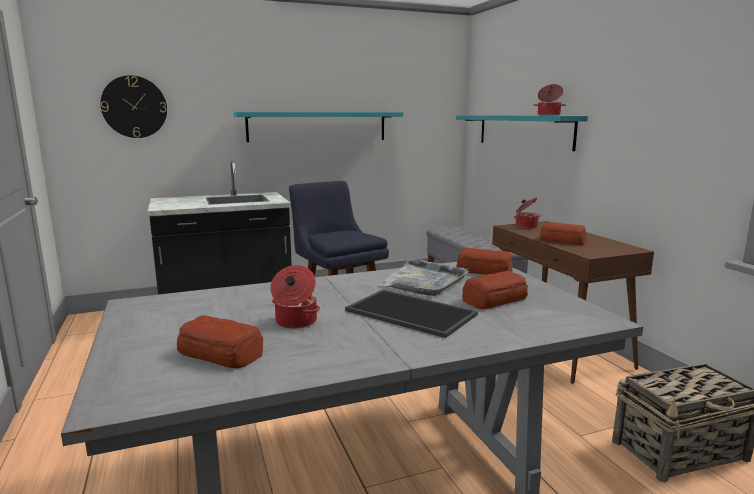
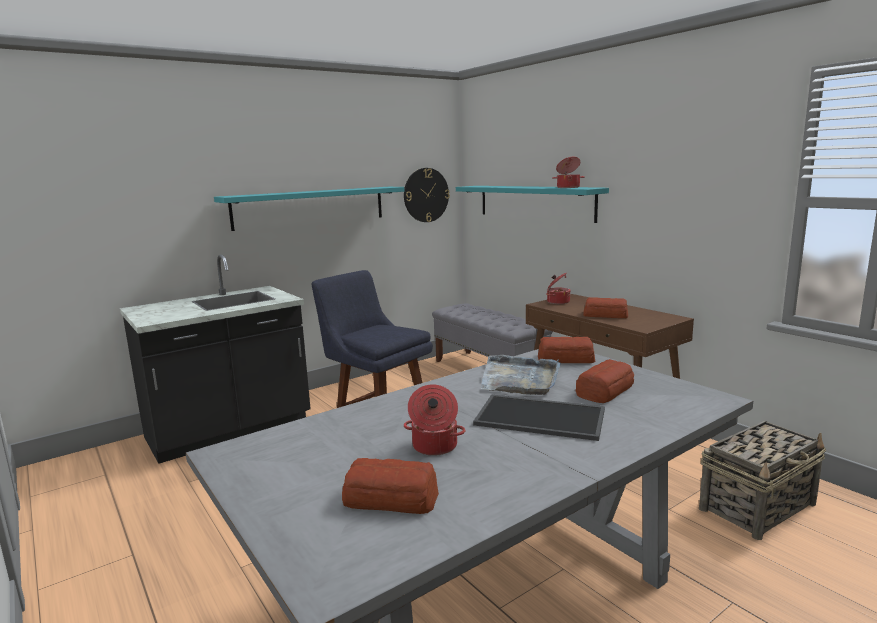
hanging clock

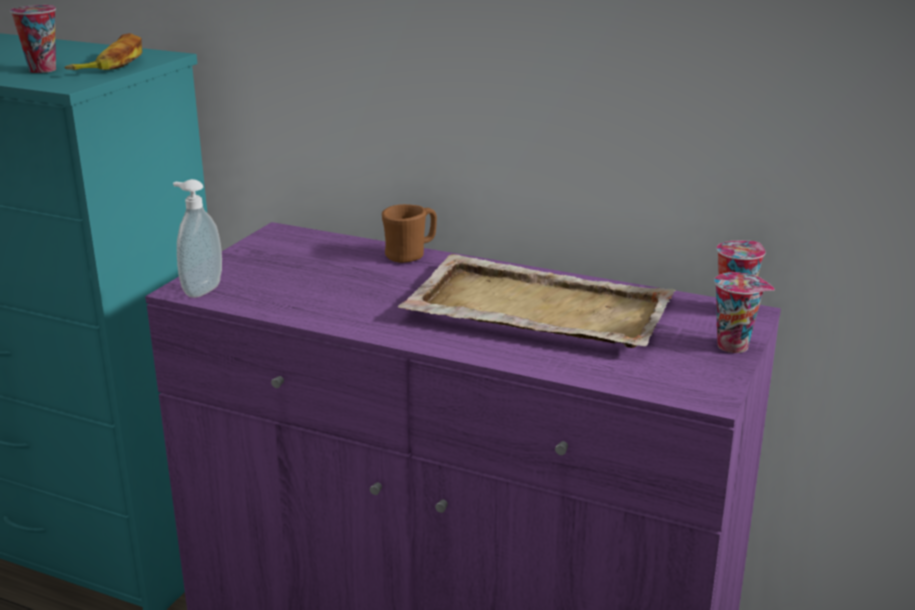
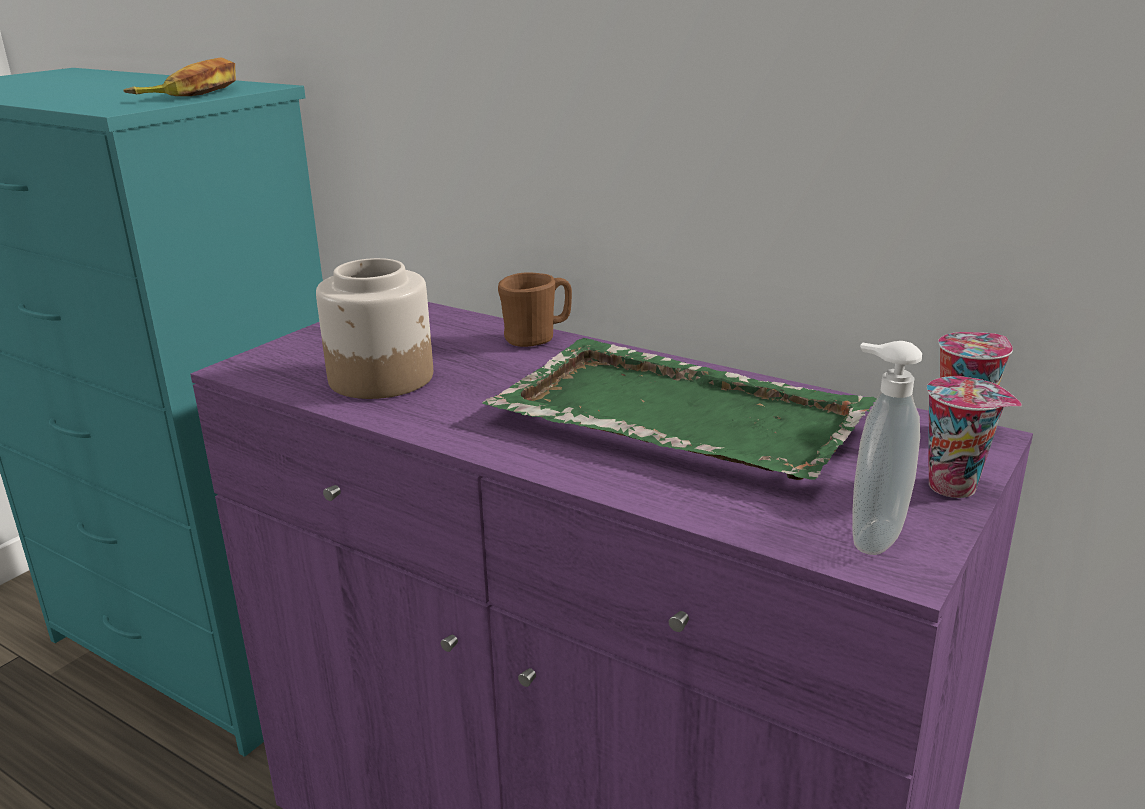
cup (1st from left in the first image); soap bottle; greenish serving tray; preserve jar

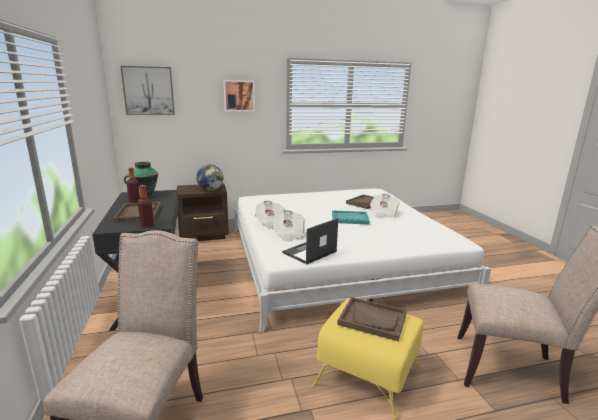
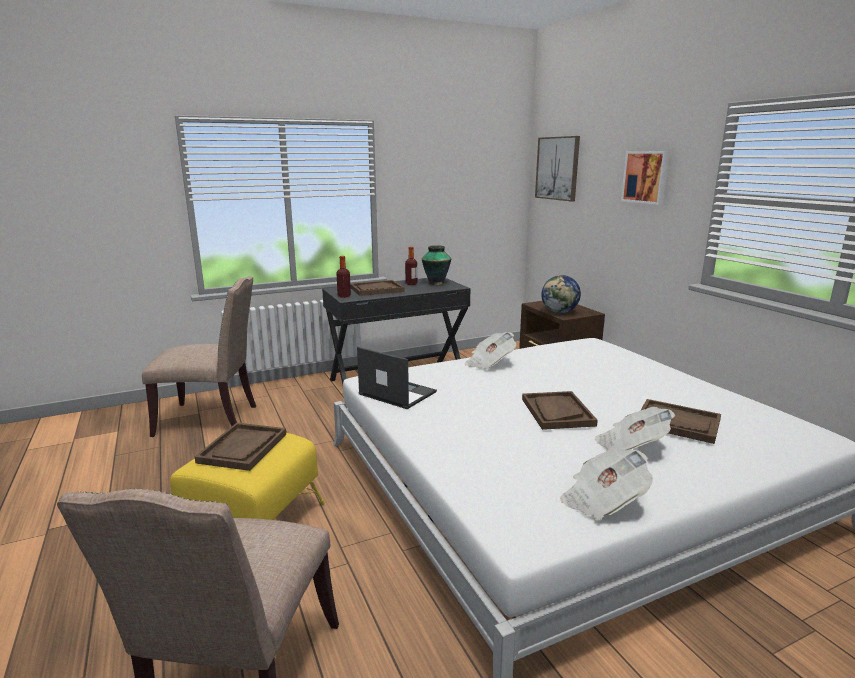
newspaper (2nd from left); brown serving tray (3rd from left)

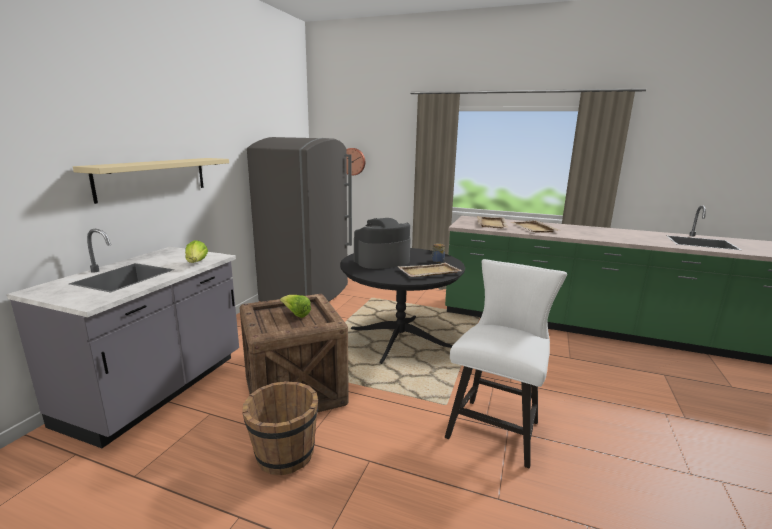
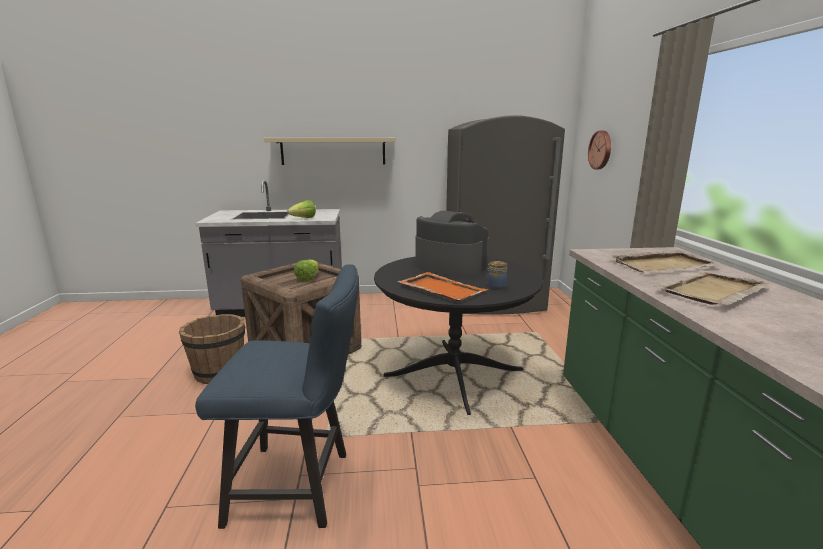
blue-coloured plain chair; orange-coloured serving tray

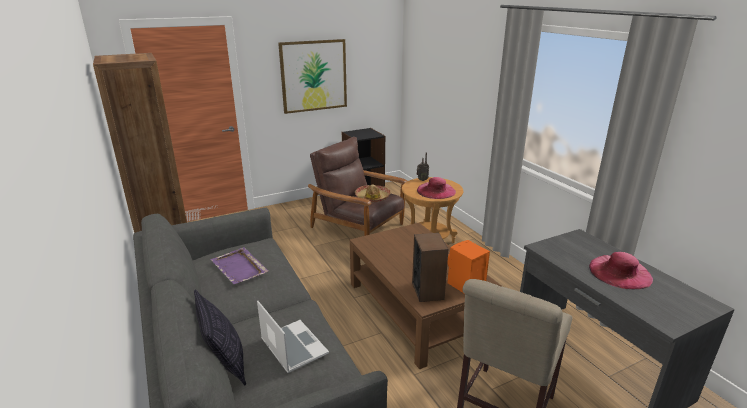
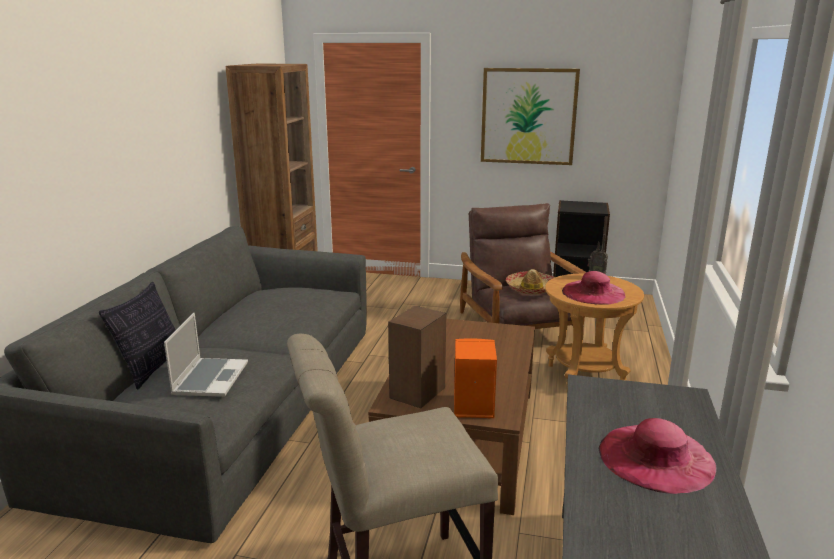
purple serving tray

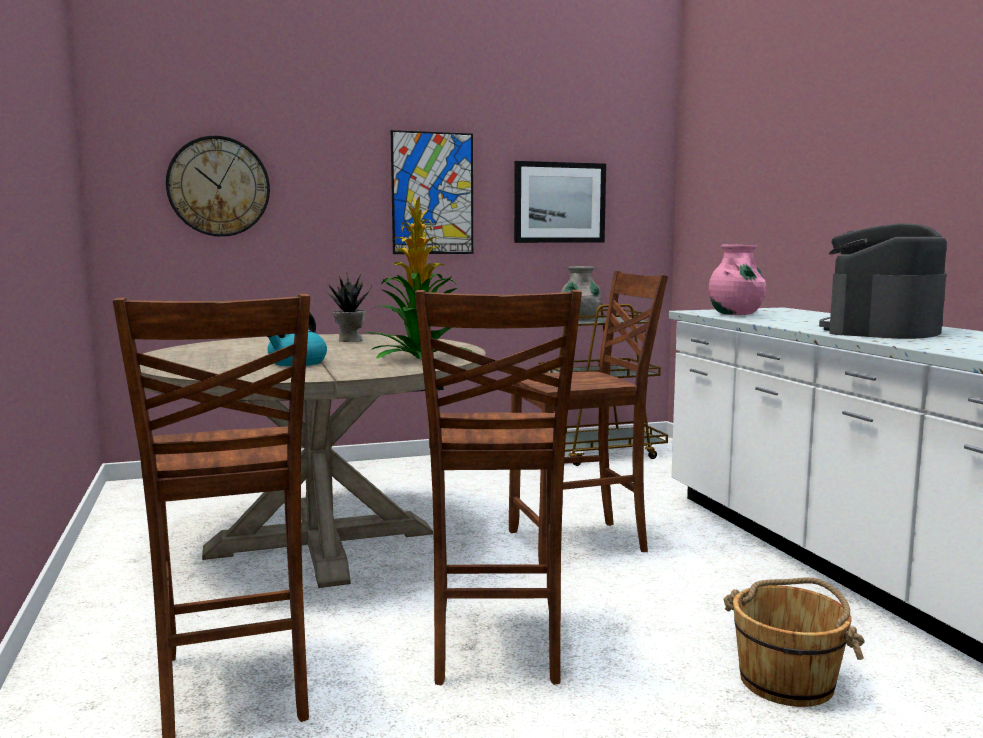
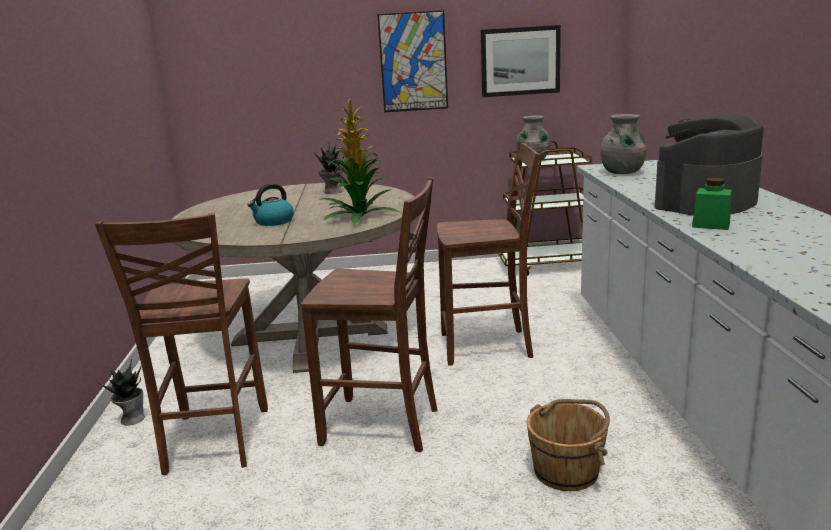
hanging clock; gray flower vase (2nd from left); brown plain chair (2nd from left); greenish preserve jar; potted plant (1st from left)

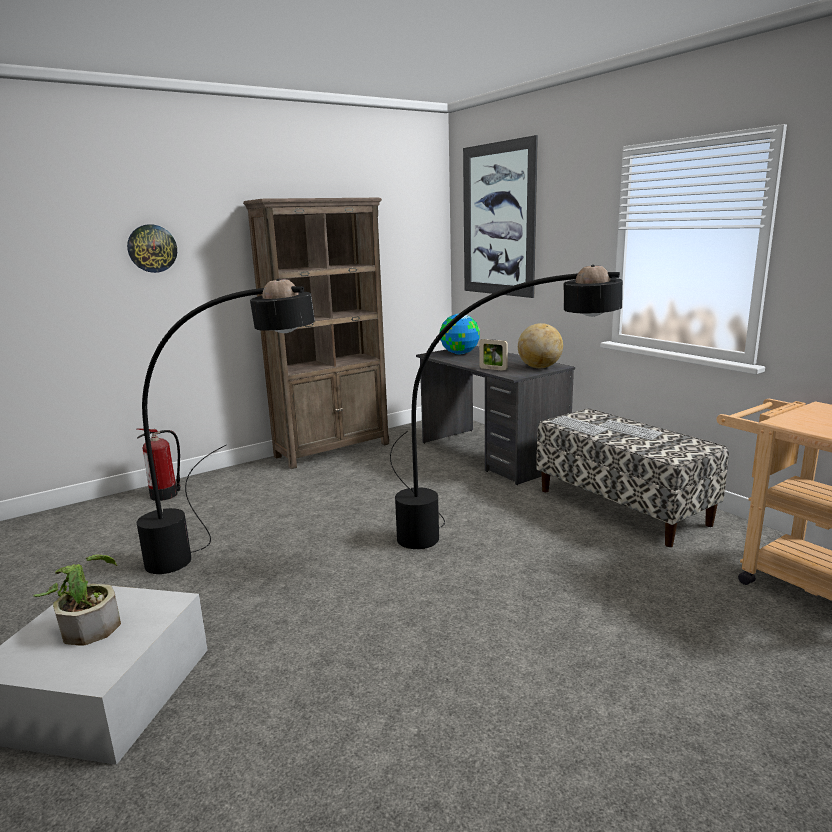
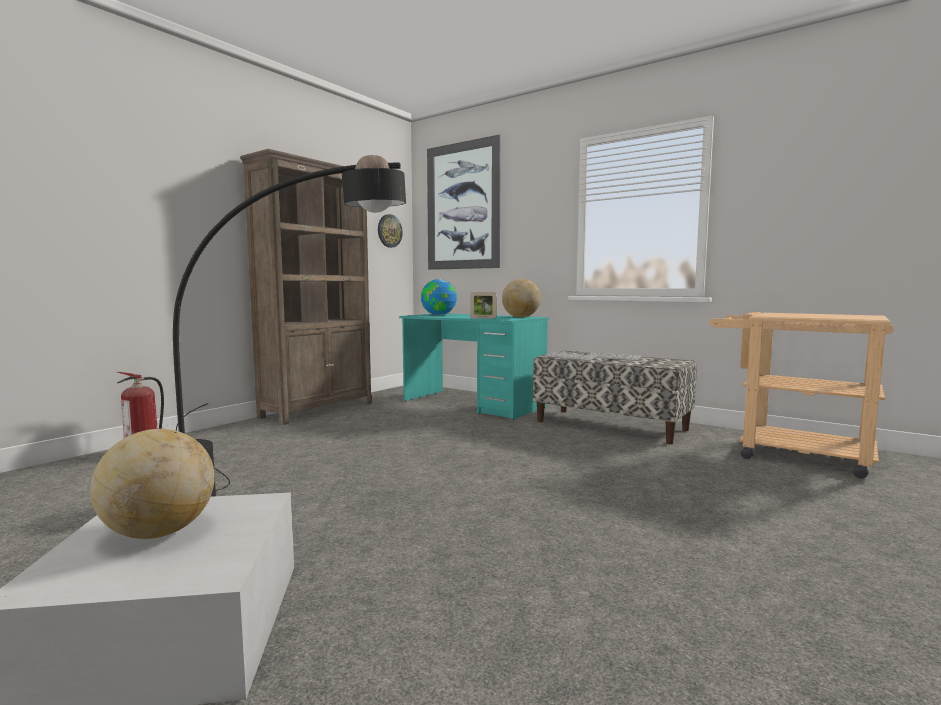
hanging clock; black-coloured floor lamp (2nd from left in the first image); turquoise desk unit; desk globe (1st from left)

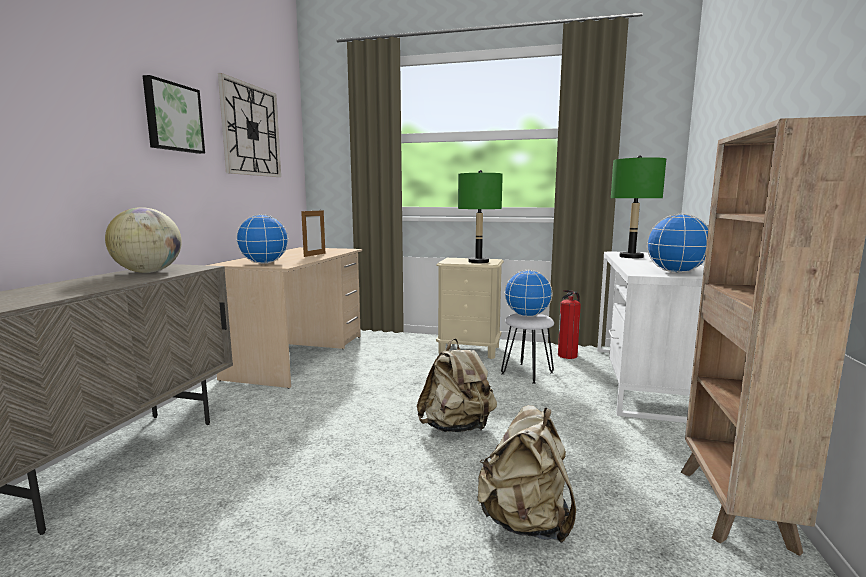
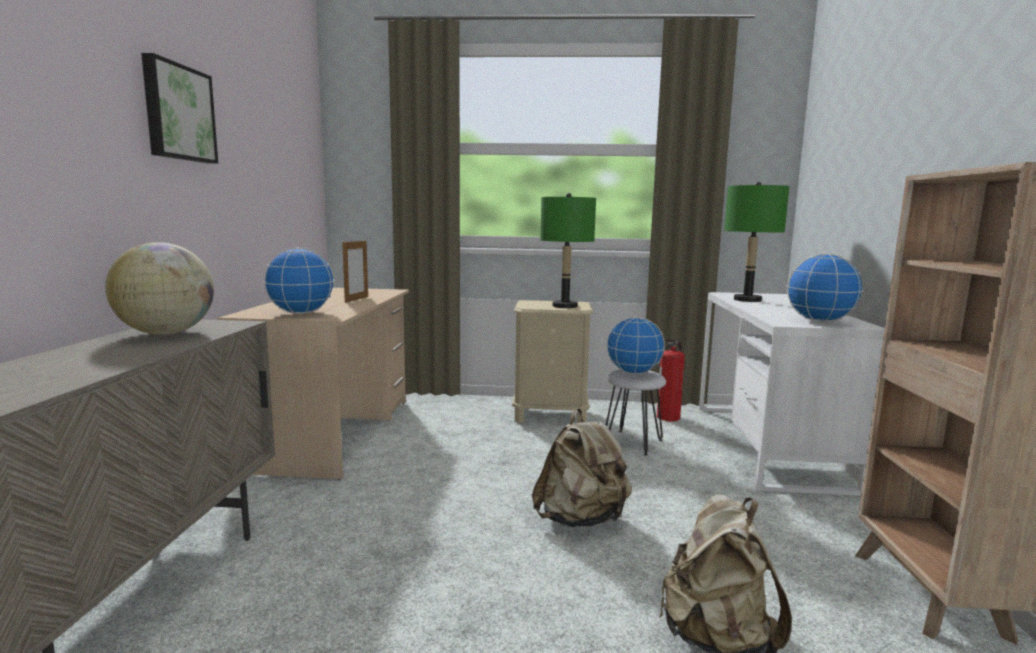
hanging clock

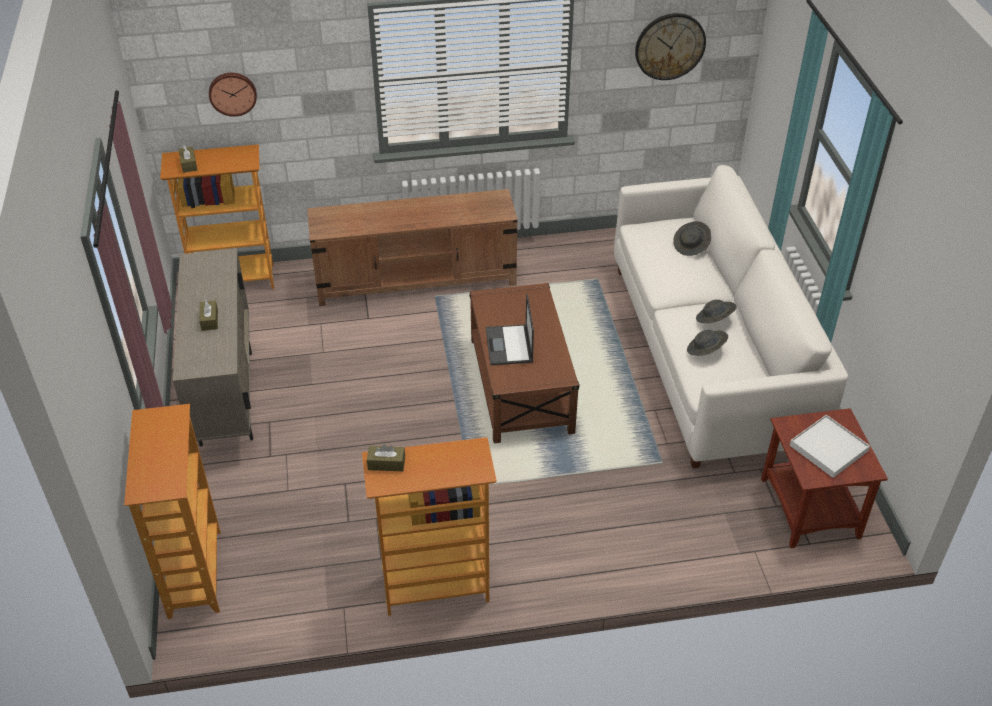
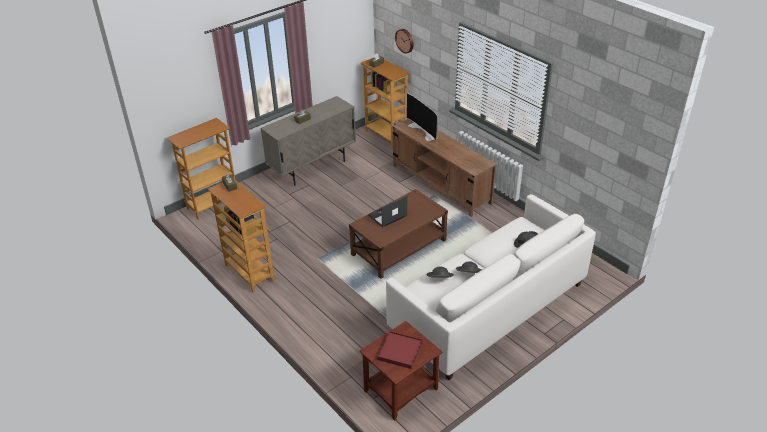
hanging clock (2nd from left in the first image); red-coloured serving tray; TV

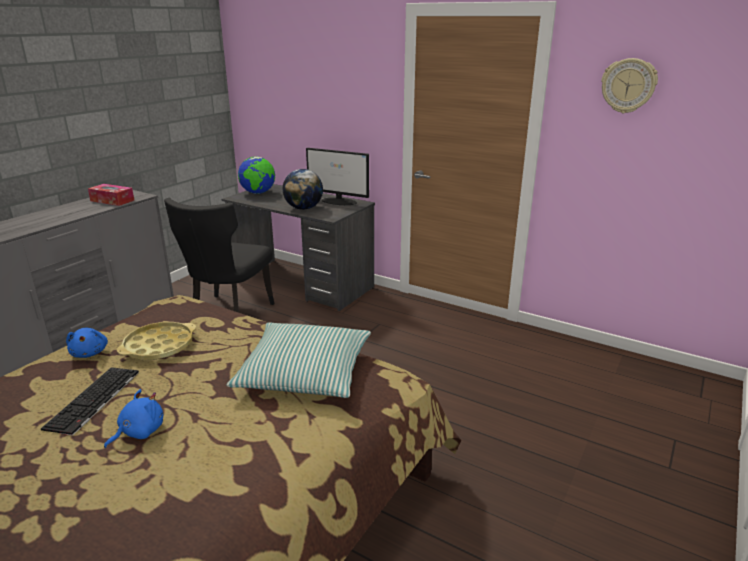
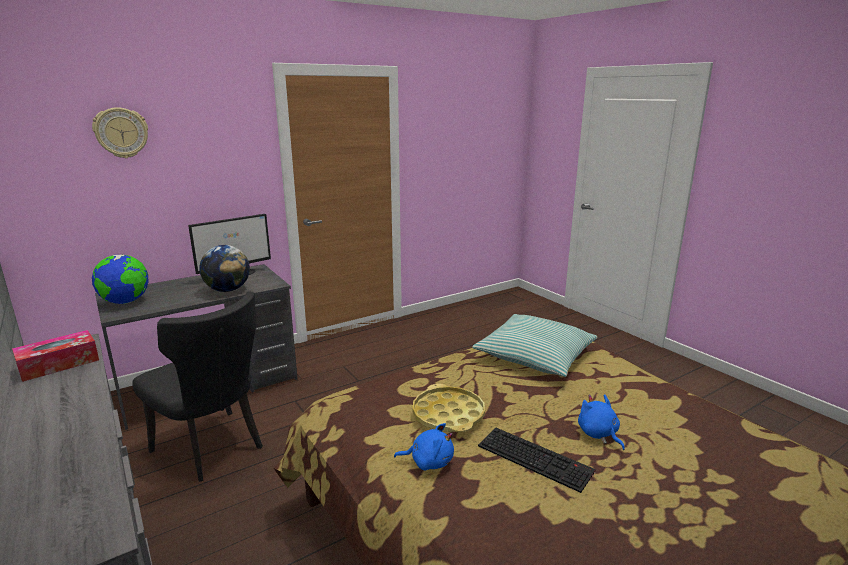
hanging clock

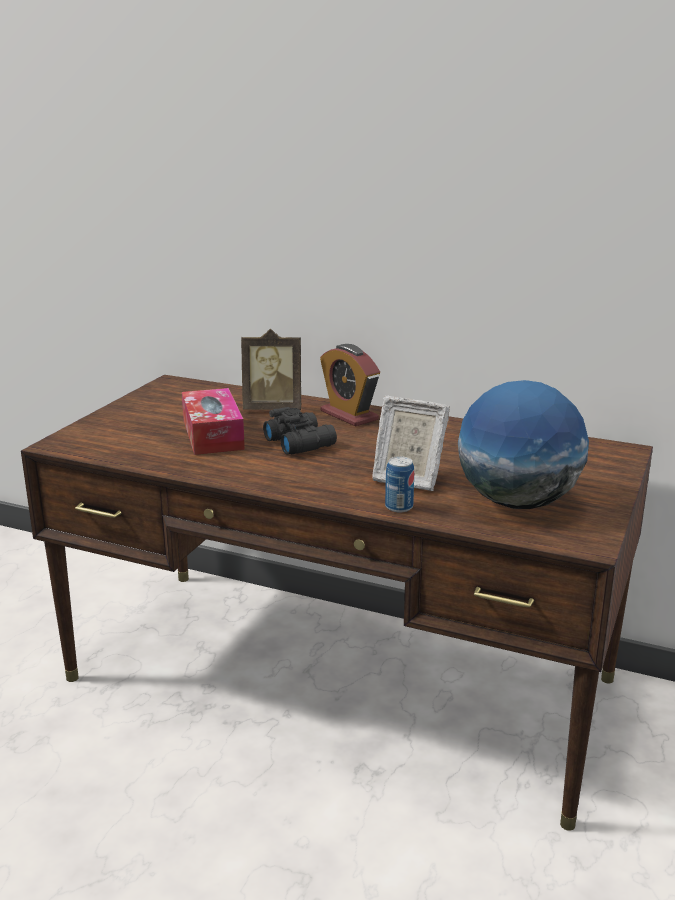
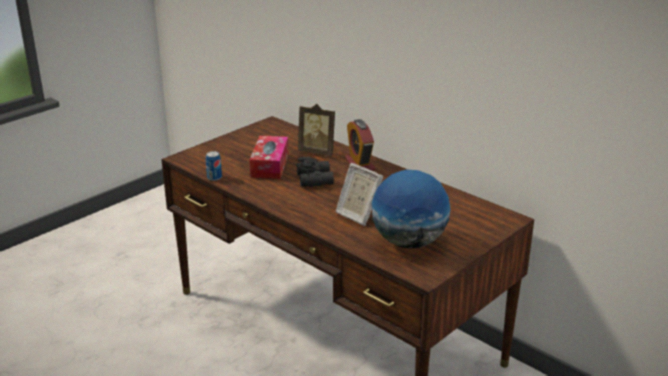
can

